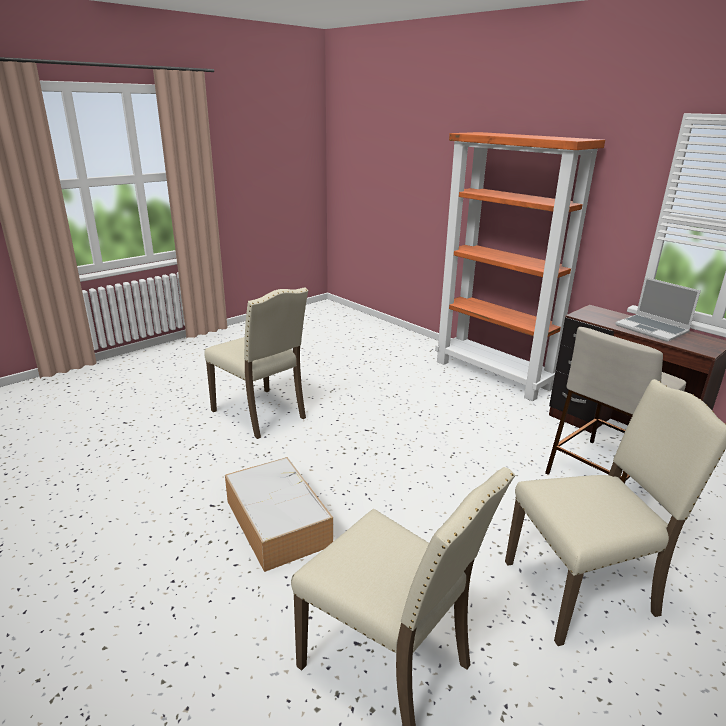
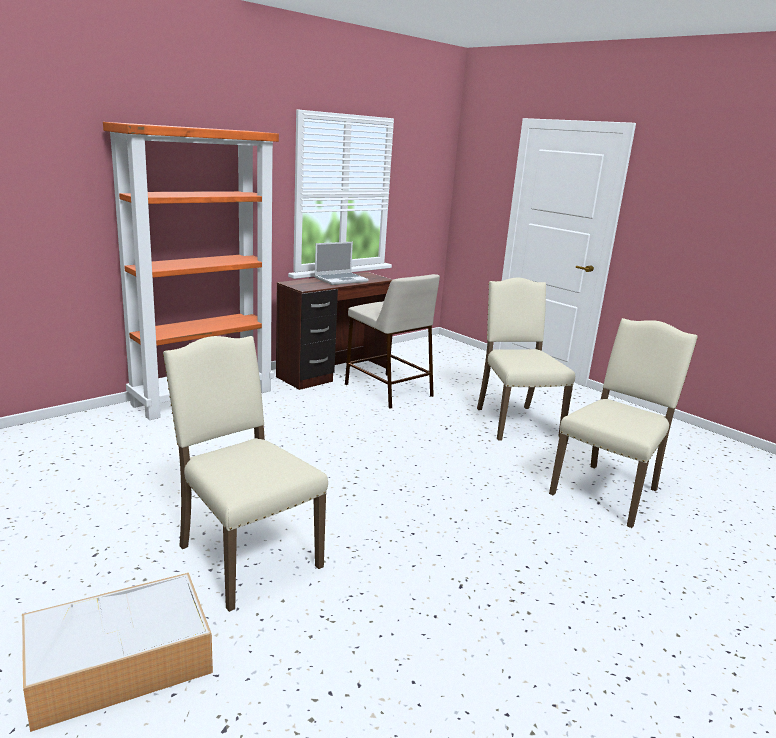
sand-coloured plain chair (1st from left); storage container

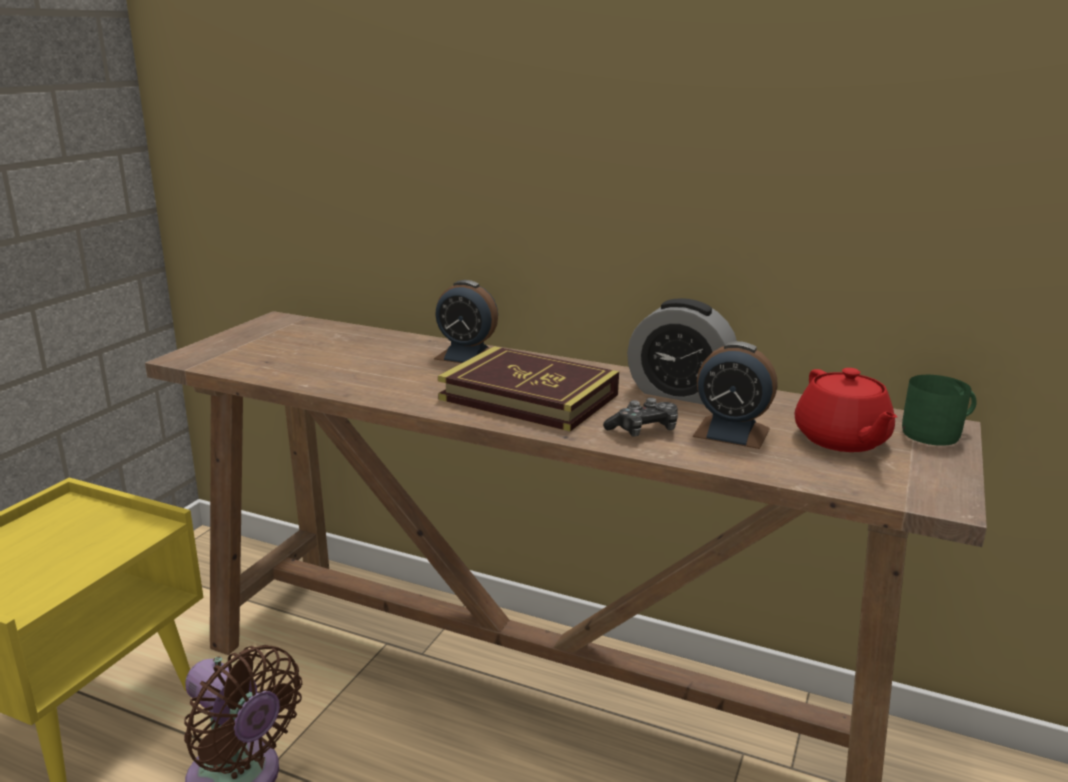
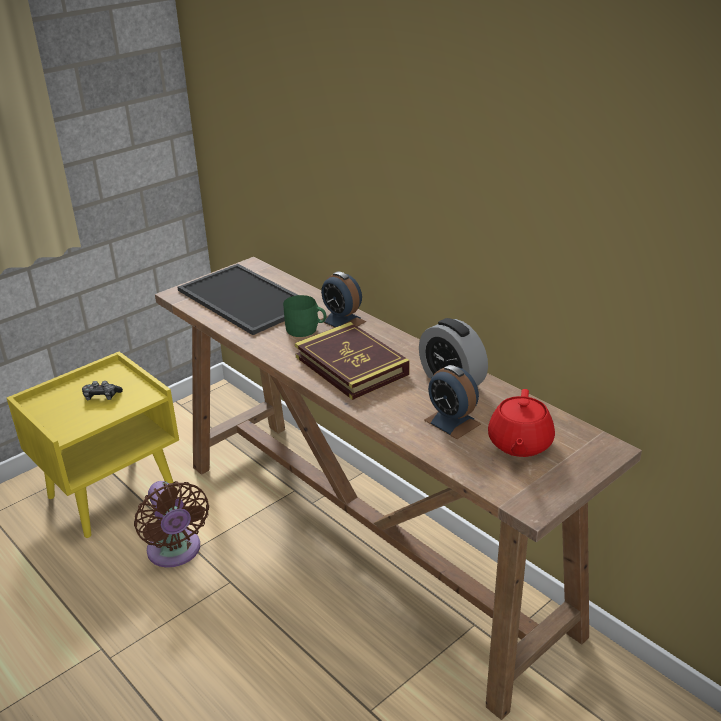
greenish coffee mug; joypad; serving tray

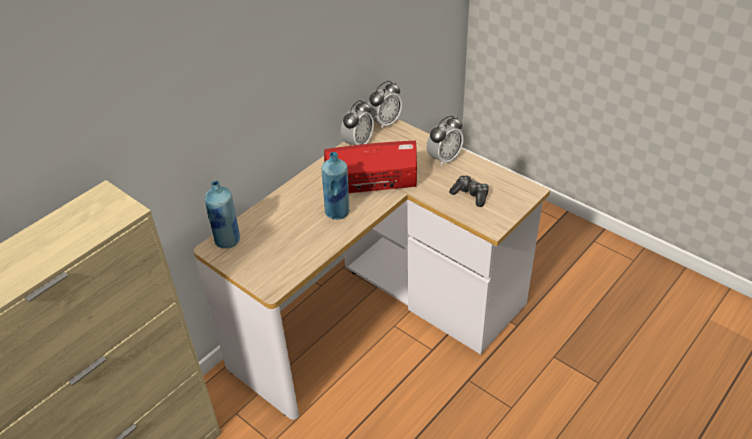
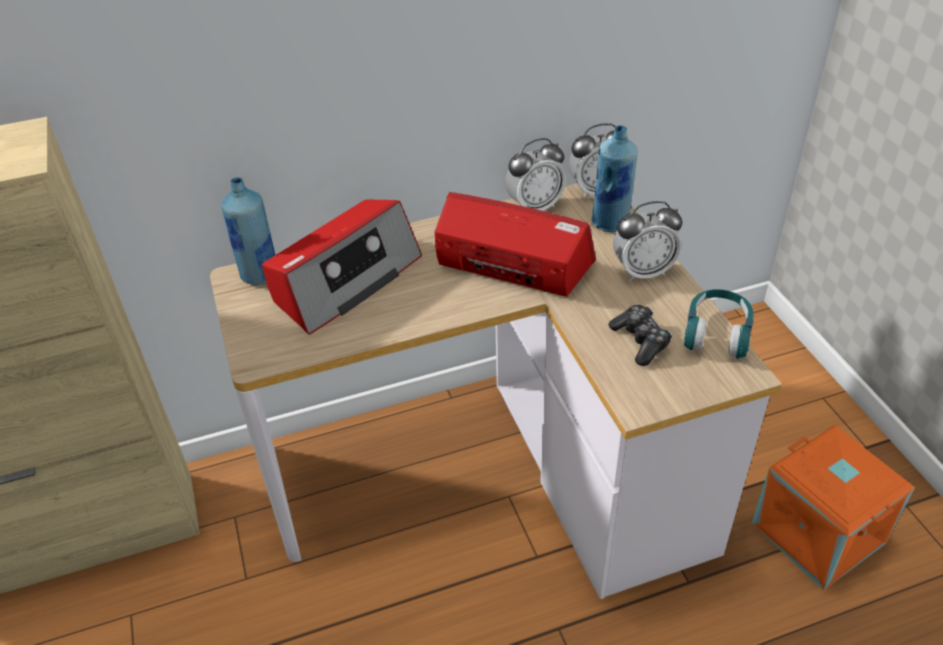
blue-coloured beverage bottle (2nd from left); radio receiver (1st from left); turquoise headset; orange-coloured storage container

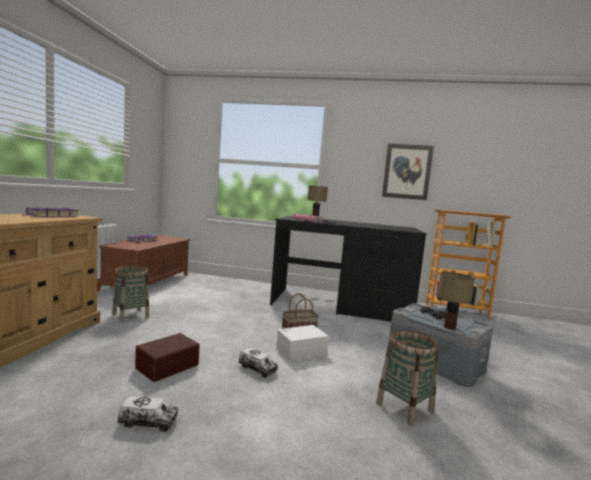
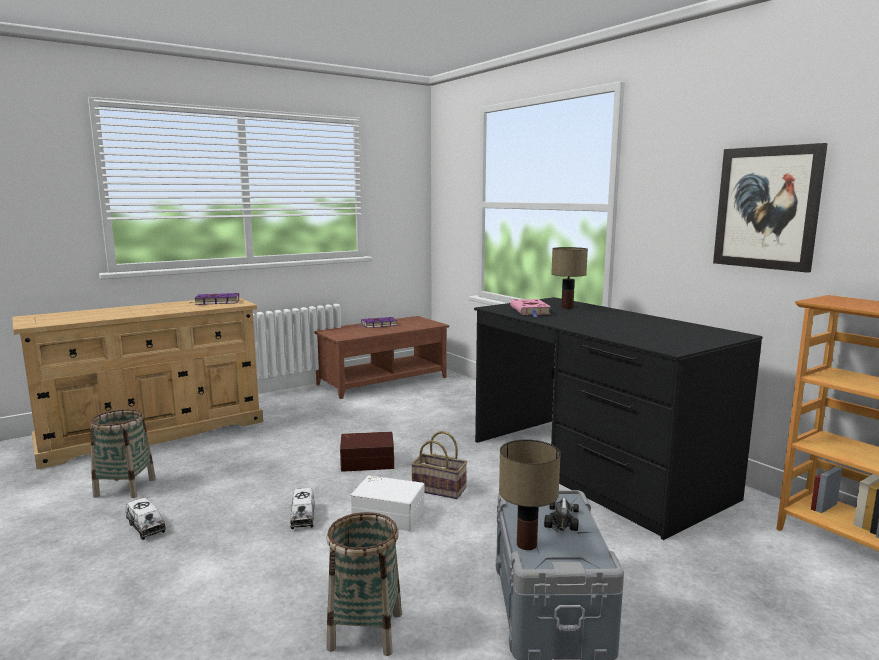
storage basket (1st from left); brown storage container

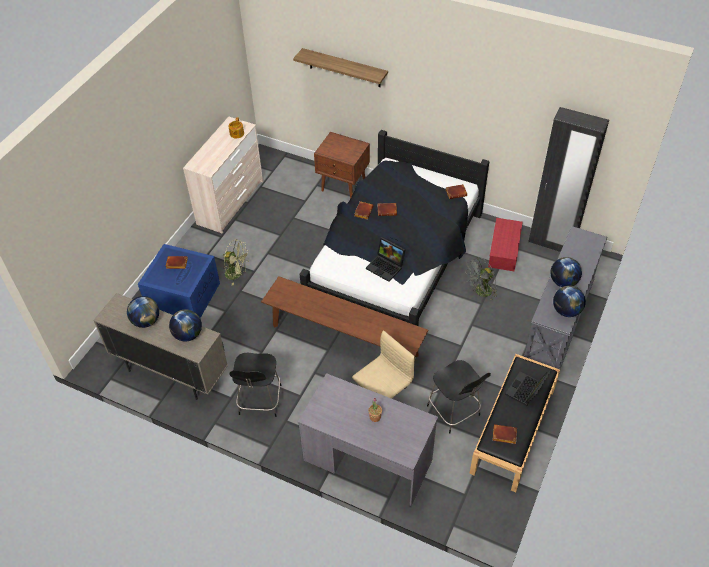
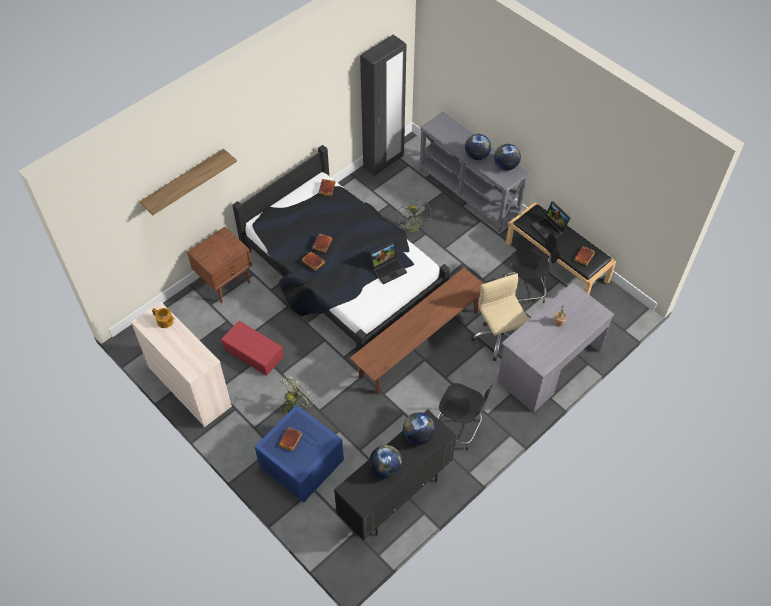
red-coloured storage container; black-coloured storage cabinet

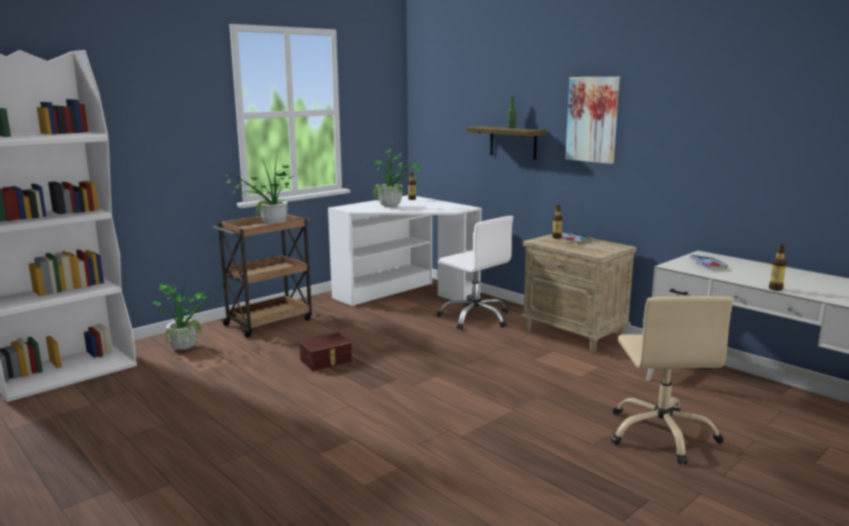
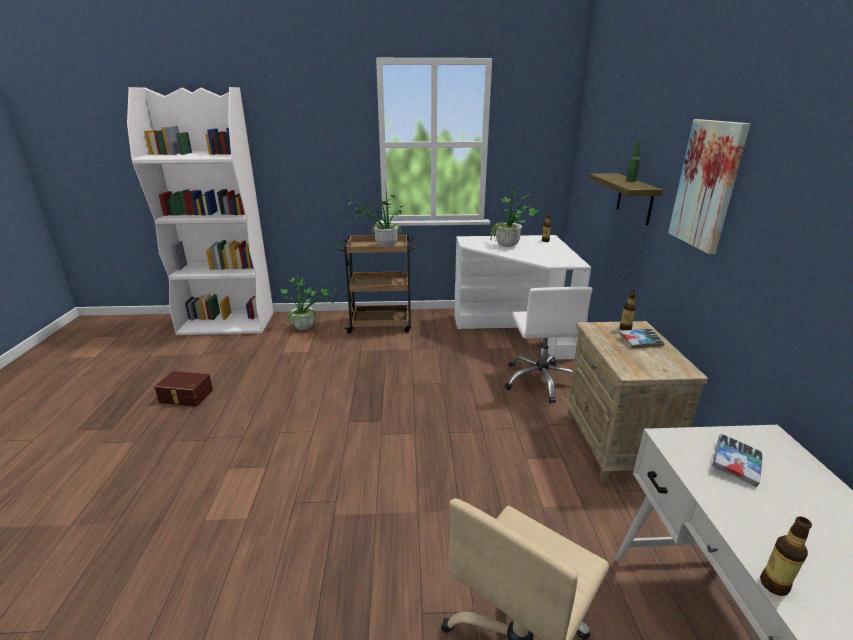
brown storage container

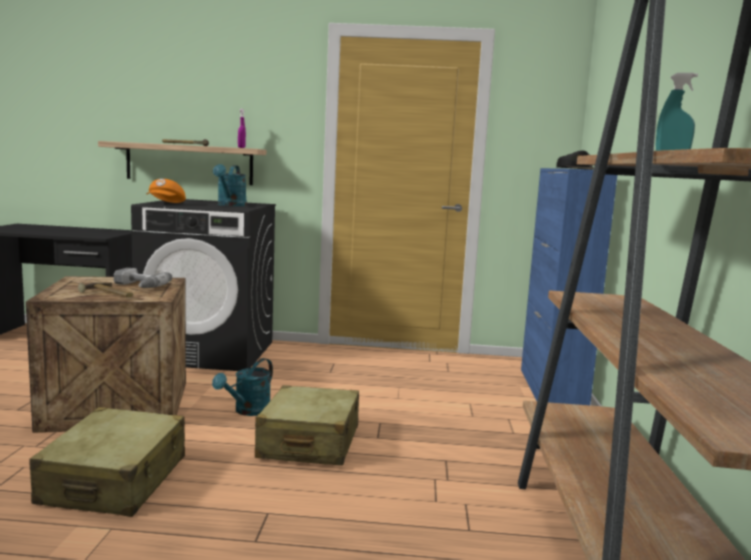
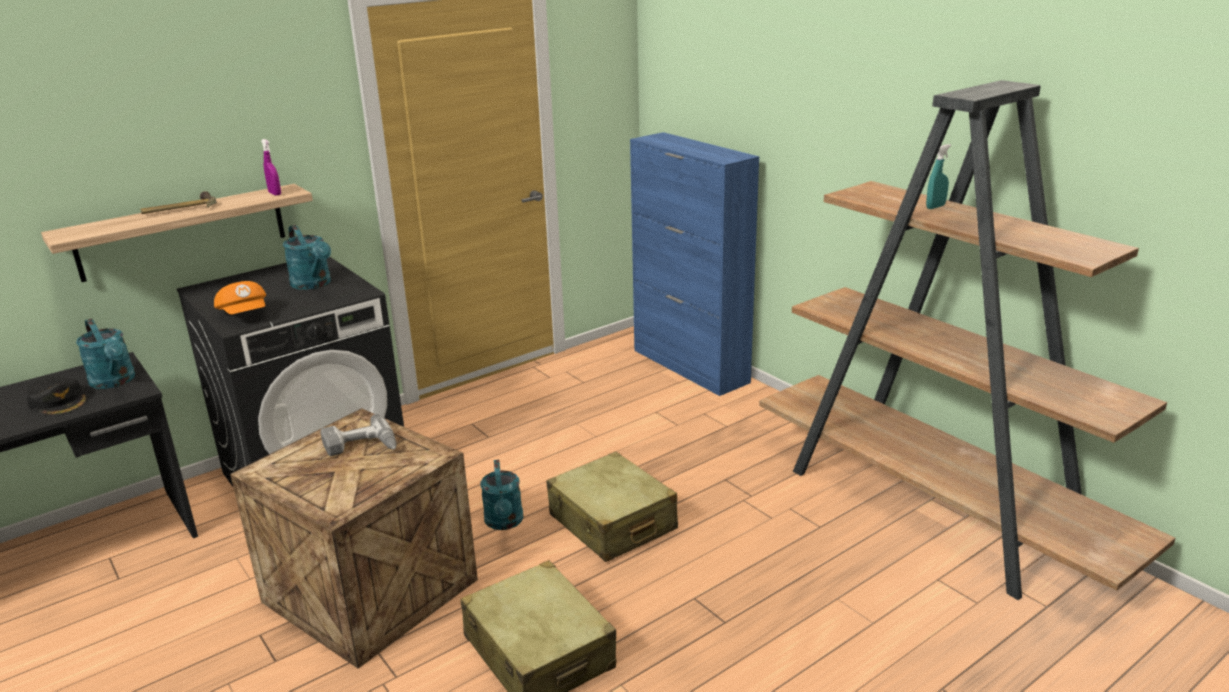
black-coloured baseball cap; hammer (1st from left in the first image); turquoise sprinkling can (1st from left)

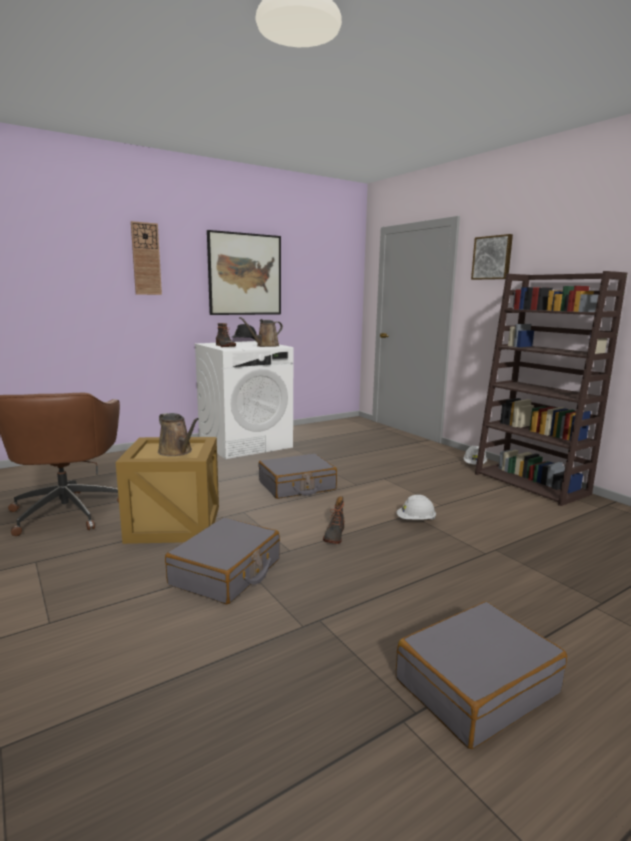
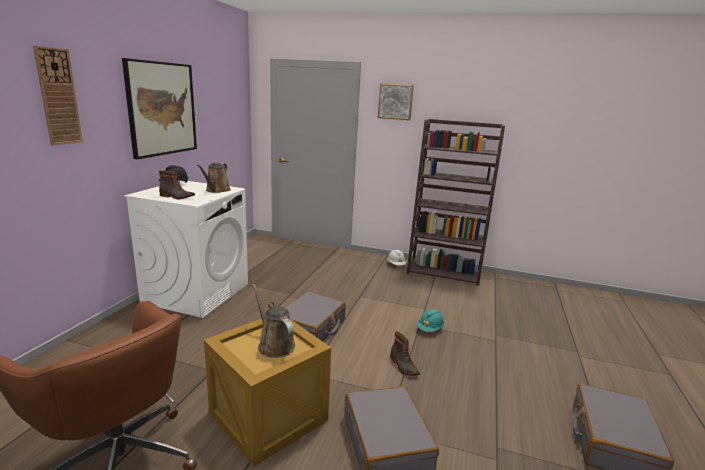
brown sprinkling can (2nd from left); turquoise safety helmet

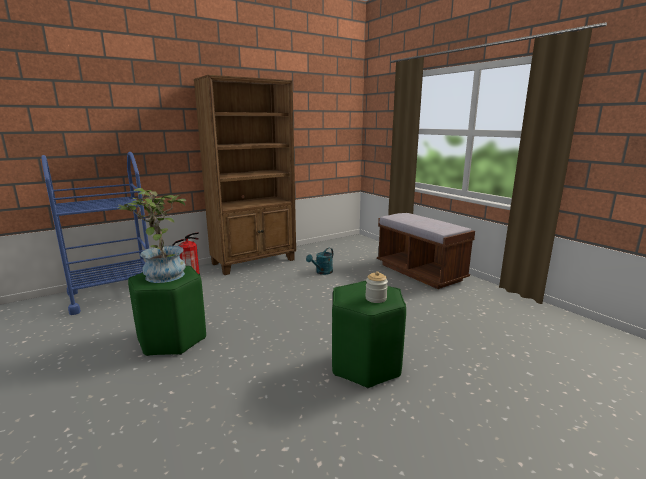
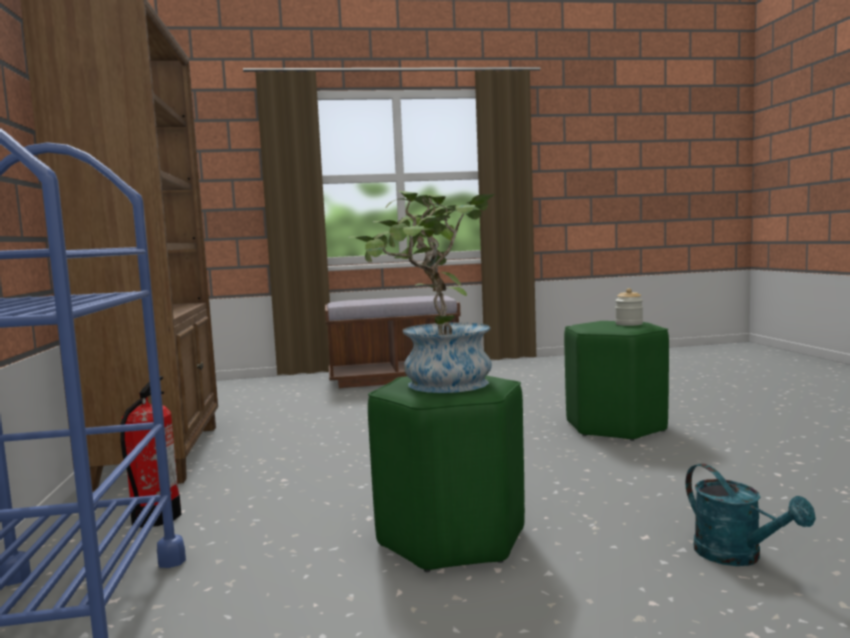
turquoise sprinkling can

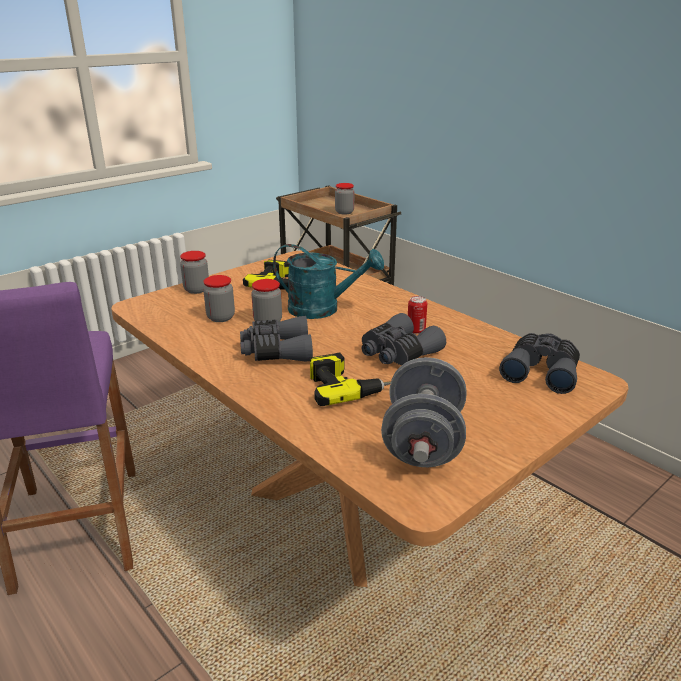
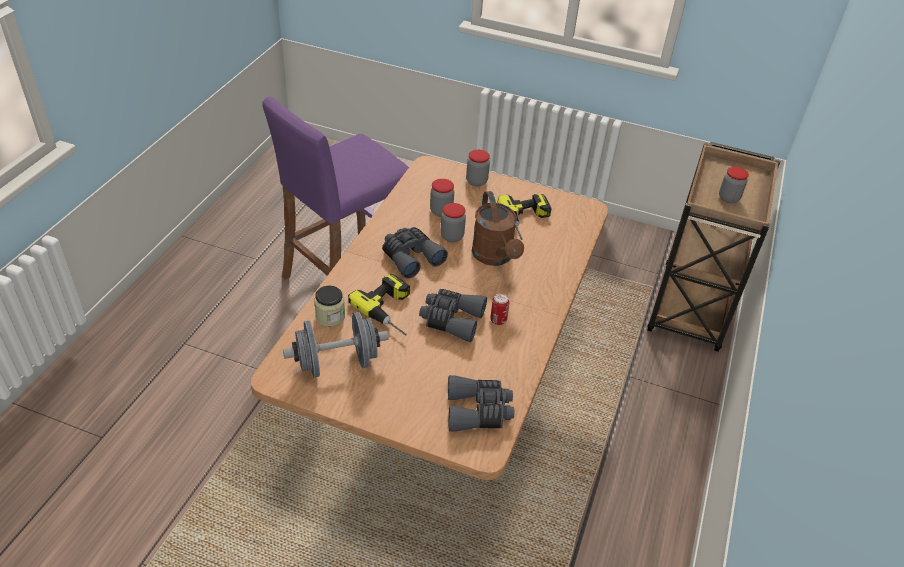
brown sprinkling can; preserve jar (1st from left)

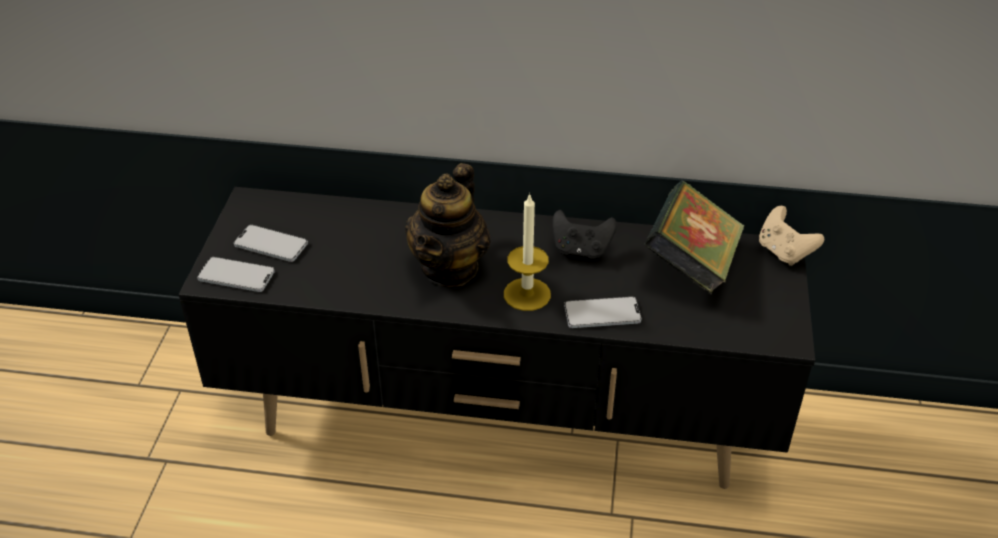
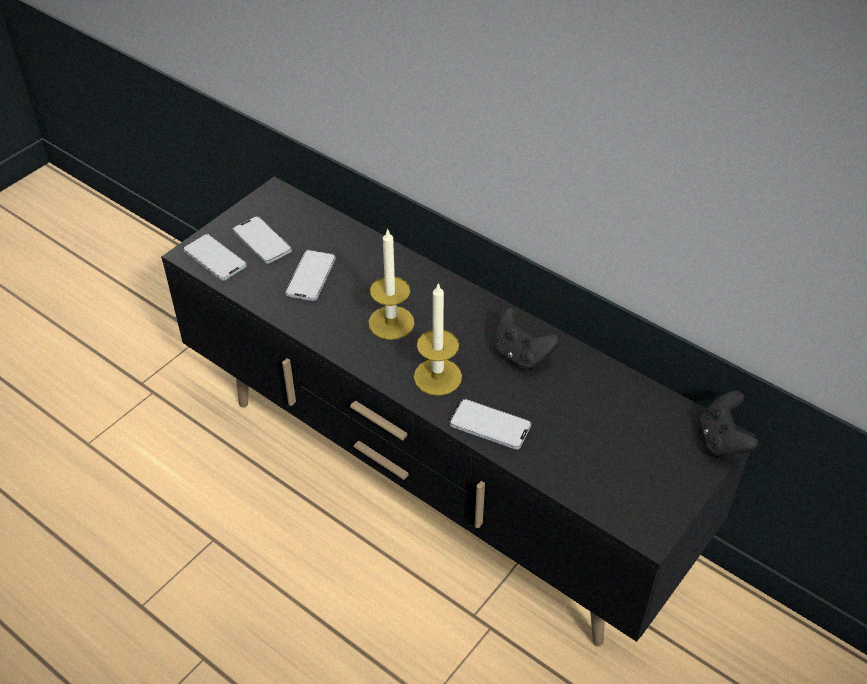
candle (1st from left); volume; black-coloured joypad (2nd from left); phone (3rd from left)

